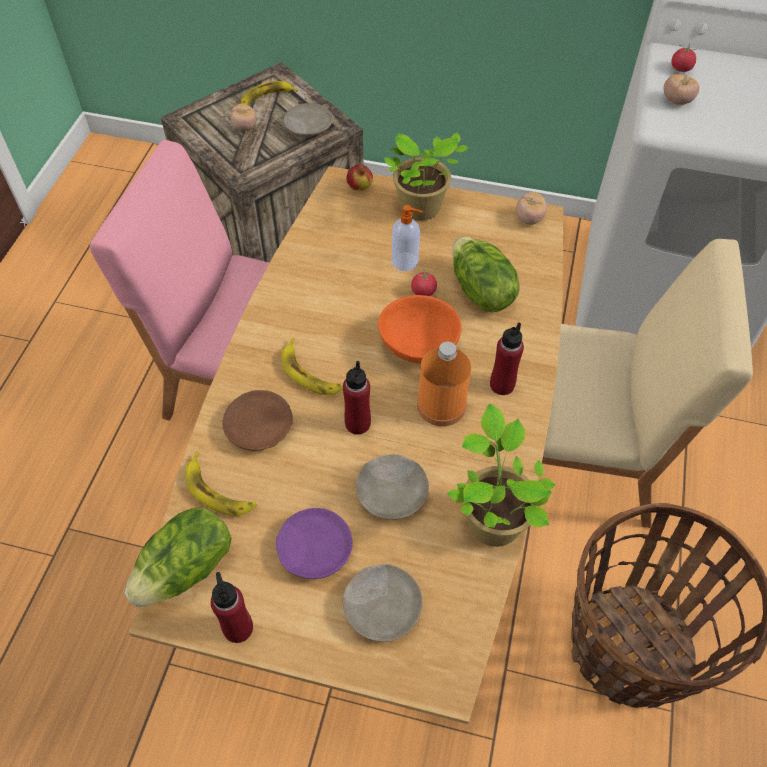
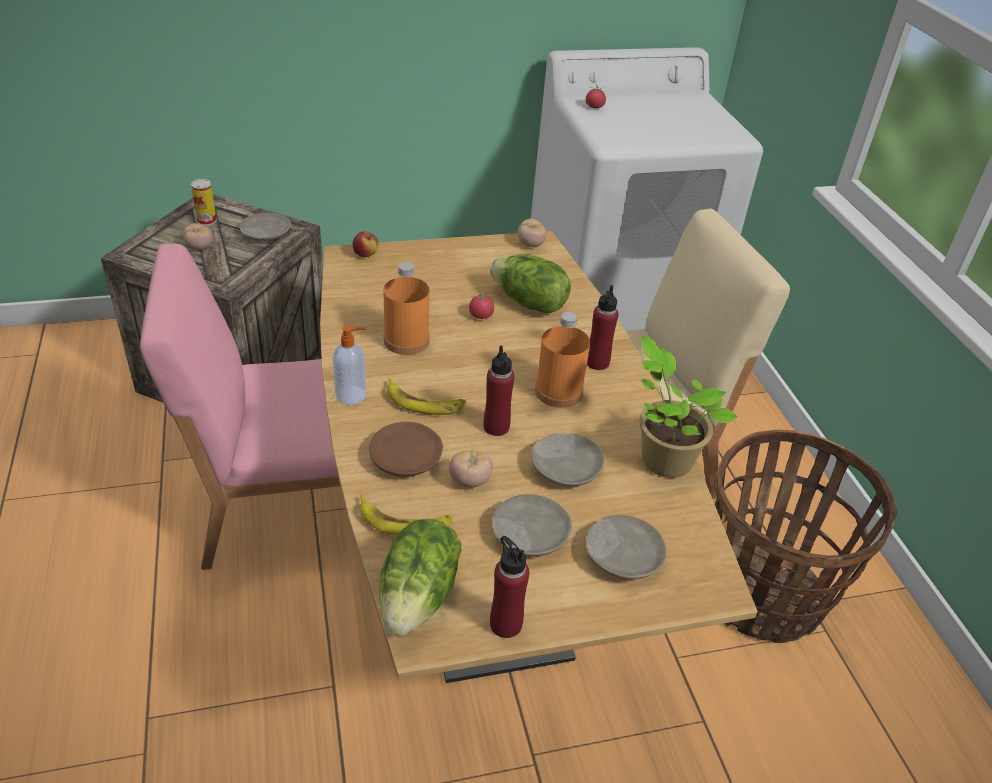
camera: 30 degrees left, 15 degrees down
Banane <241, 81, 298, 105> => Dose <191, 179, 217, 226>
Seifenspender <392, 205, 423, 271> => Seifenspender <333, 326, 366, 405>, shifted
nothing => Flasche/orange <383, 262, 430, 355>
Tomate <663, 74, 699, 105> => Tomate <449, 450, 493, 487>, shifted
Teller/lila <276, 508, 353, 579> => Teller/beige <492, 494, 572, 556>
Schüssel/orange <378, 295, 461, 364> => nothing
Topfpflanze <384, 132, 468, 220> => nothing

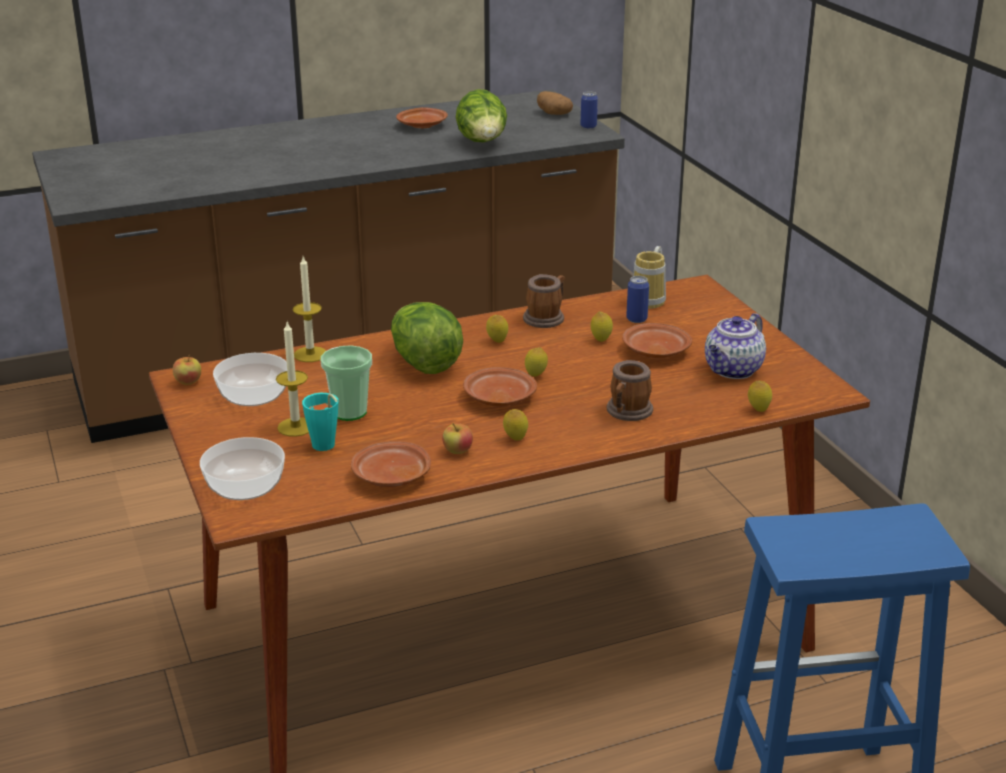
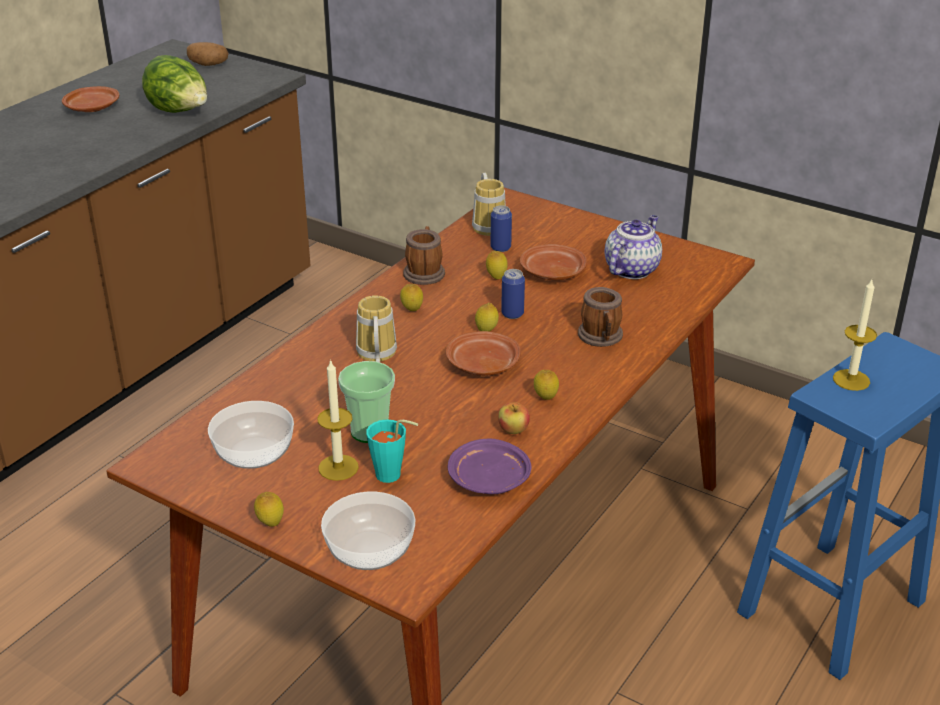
camera: 35 degrees left, 5 degrees up
Zitrone <748, 381, 772, 412> => Zitrone <254, 492, 284, 527>, shifted
Salatkopf <391, 302, 463, 374> => Henkelbecher <356, 295, 397, 362>
Teller/braun <351, 441, 431, 487> => Teller/lila <448, 439, 531, 494>
Dose <581, 91, 598, 129> => Dose <501, 269, 525, 319>, shifted
Teekanne <705, 313, 766, 379> => Teekanne <605, 215, 662, 279>, 150 degrees counterclockwise
Kerze <293, 256, 326, 362> => Kerze <833, 280, 877, 391>, shifted
Apfel <173, 355, 201, 385> => nothing

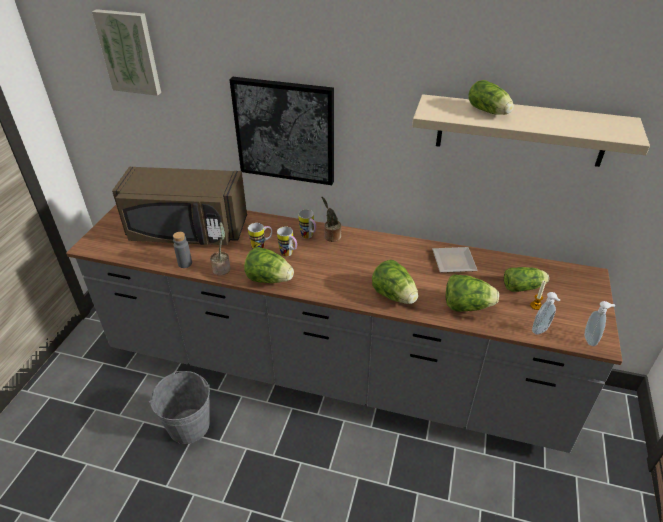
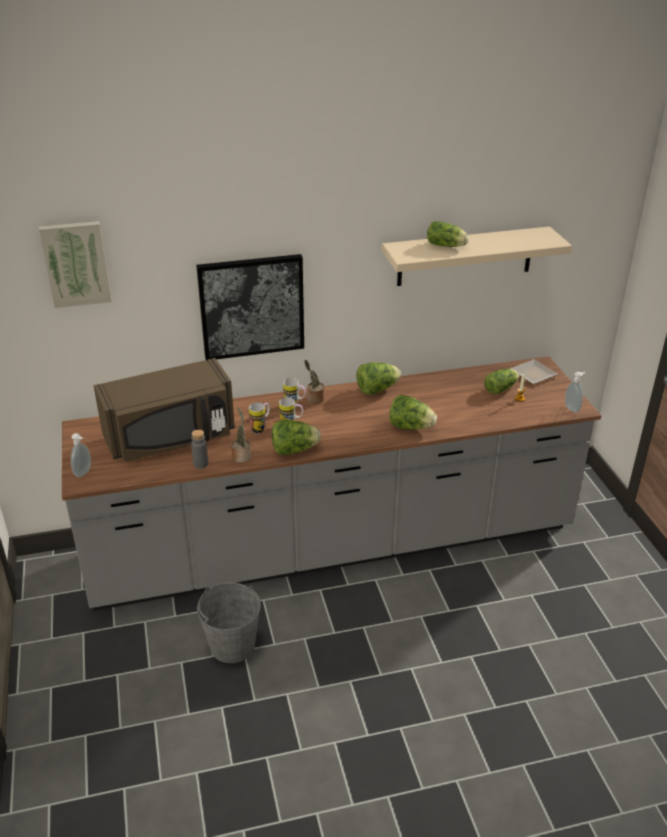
camera: 30 degrees left, 5 degrees down
Seifenspender <532, 292, 560, 335> => Seifenspender <71, 433, 91, 477>, shifted
Salatkopf <446, 274, 499, 312> => Salatkopf <356, 362, 401, 395>, shifted
Teller <432, 247, 478, 273> => Teller <510, 359, 558, 384>, shifted

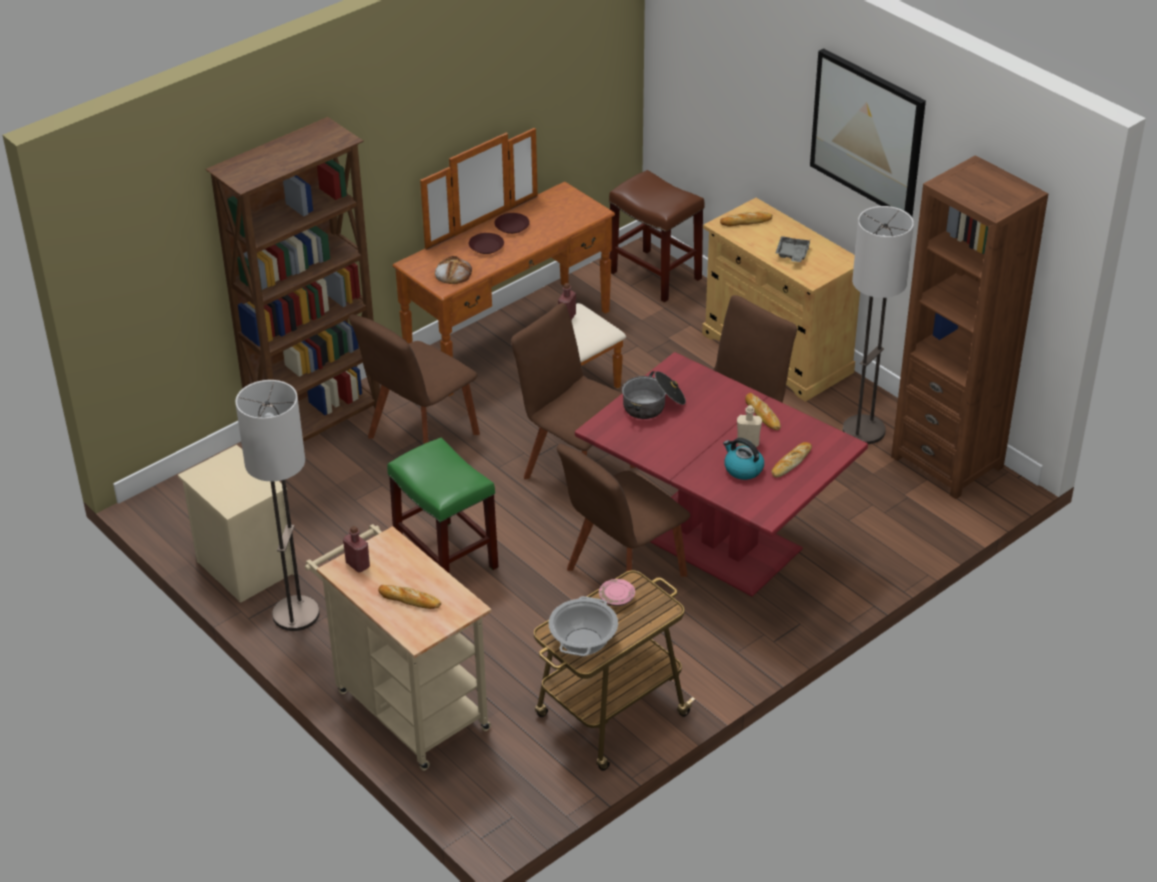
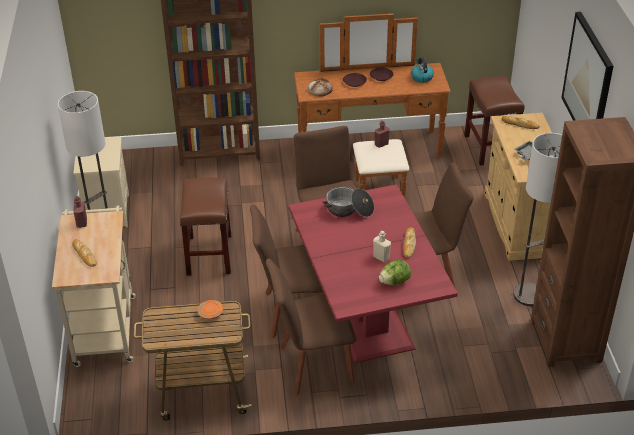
camera: 35 degrees right, 0 degrees up
Hocker/grün <387, 437, 498, 574> => Hocker/braun <180, 178, 231, 276>
Teller/rosa <599, 579, 635, 606> => Teller/orange <198, 300, 223, 319>
Stuhl/braun <349, 314, 480, 444> => Stuhl/braun <266, 258, 356, 396>, shifted
Brot <771, 442, 812, 477> => Salatkopf <379, 260, 411, 285>
Wasserkessel <723, 438, 764, 480> => Wasserkessel <411, 57, 434, 83>, shifted
Kochtopf <549, 596, 618, 656> => nothing

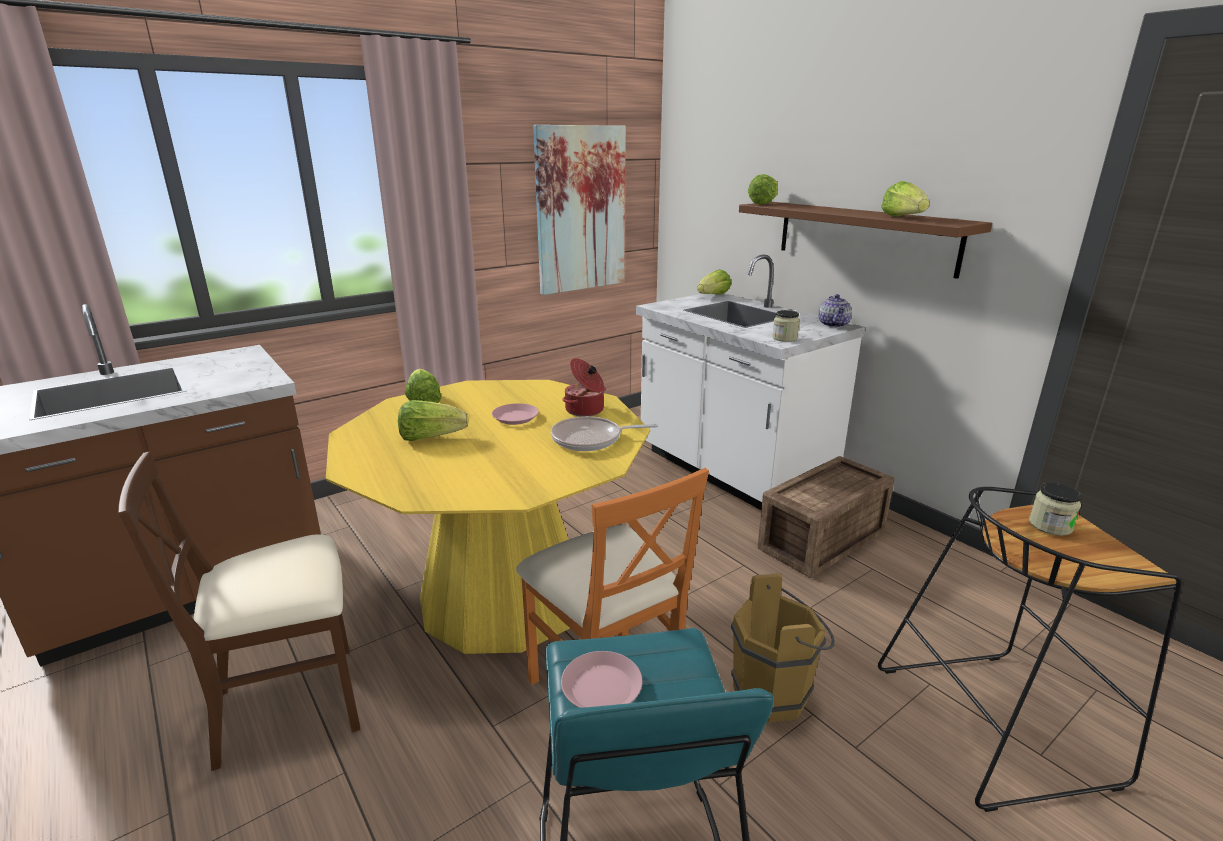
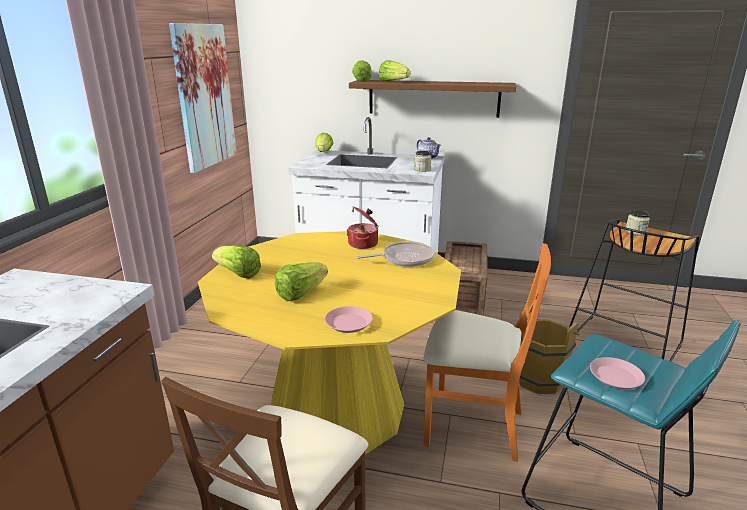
camera: 40 degrees left, 0 degrees up
Teller/rosa <492, 403, 539, 425> => Teller/rosa <325, 306, 373, 333>, shifted
Pfanne <551, 416, 658, 451> => Pfanne <356, 242, 435, 267>, 150 degrees counterclockwise
Salatkopf <881, 181, 929, 217> => Salatkopf <379, 60, 411, 82>, shifted

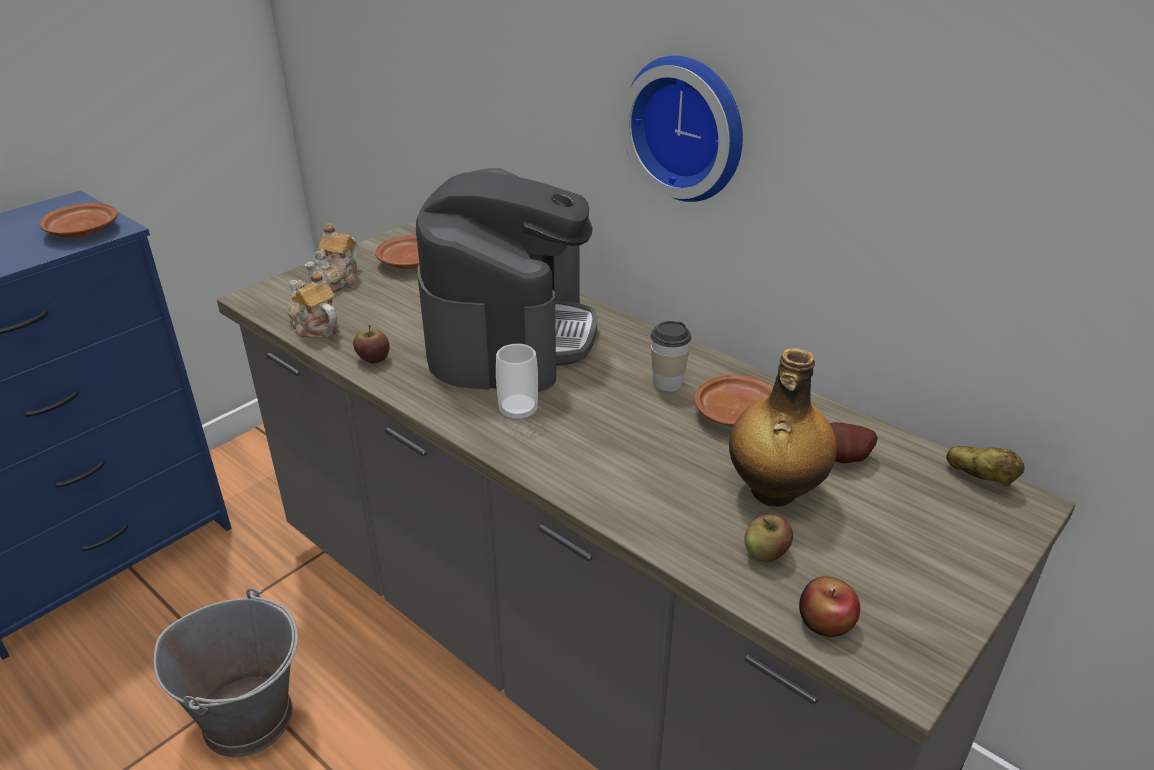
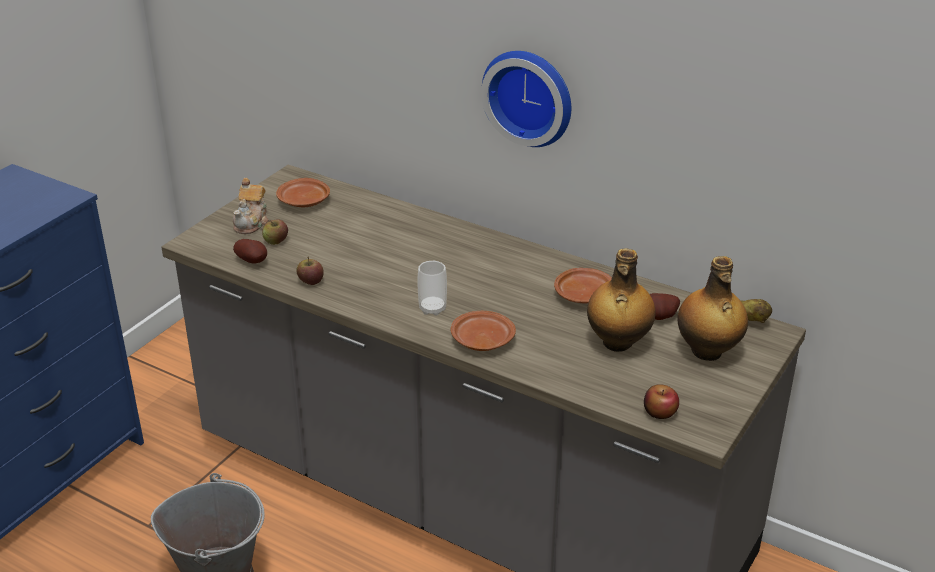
camera: 10 degrees left, 0 degrees up
Teekanne <287, 271, 339, 339> => Kartoffel <233, 239, 267, 264>
Apfel <744, 514, 793, 562> => Apfel <262, 219, 288, 245>, shifted
Teller/braun <39, 203, 118, 238> => Teller/braun <451, 311, 516, 351>, shifted
nothing => Flasche <677, 256, 748, 361>
Kaffeemaschine <416, 168, 597, 392> => nothing
Tasse <651, 321, 691, 392> => nothing

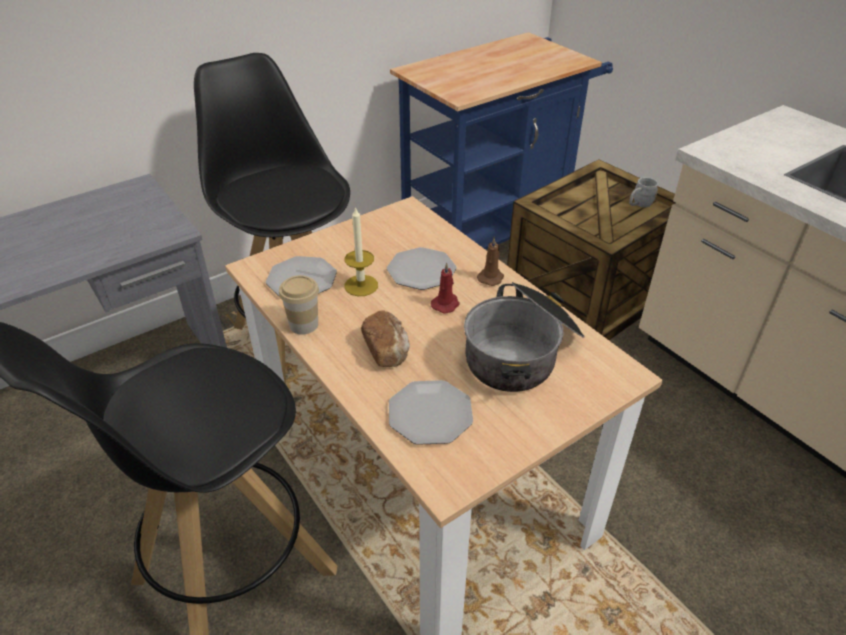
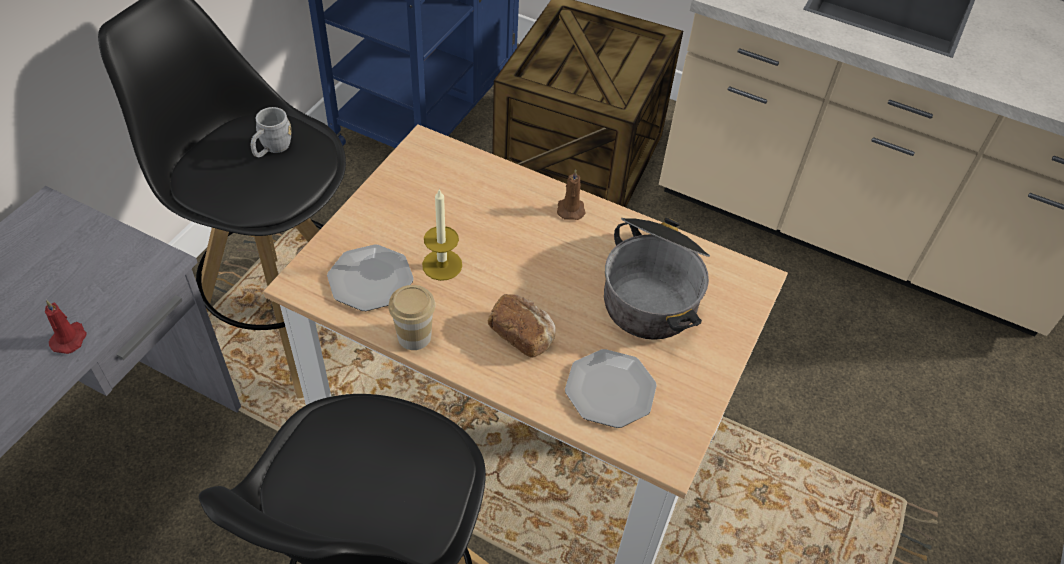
camera: 30 degrees left, 10 degrees up
Kerze/rot <431, 263, 460, 314> => Kerze/rot <45, 300, 87, 354>, shifted
Henkelbecher/grau <629, 177, 658, 207> => Henkelbecher/grau <251, 107, 291, 157>, shifted
Teller <387, 247, 457, 290> => nothing

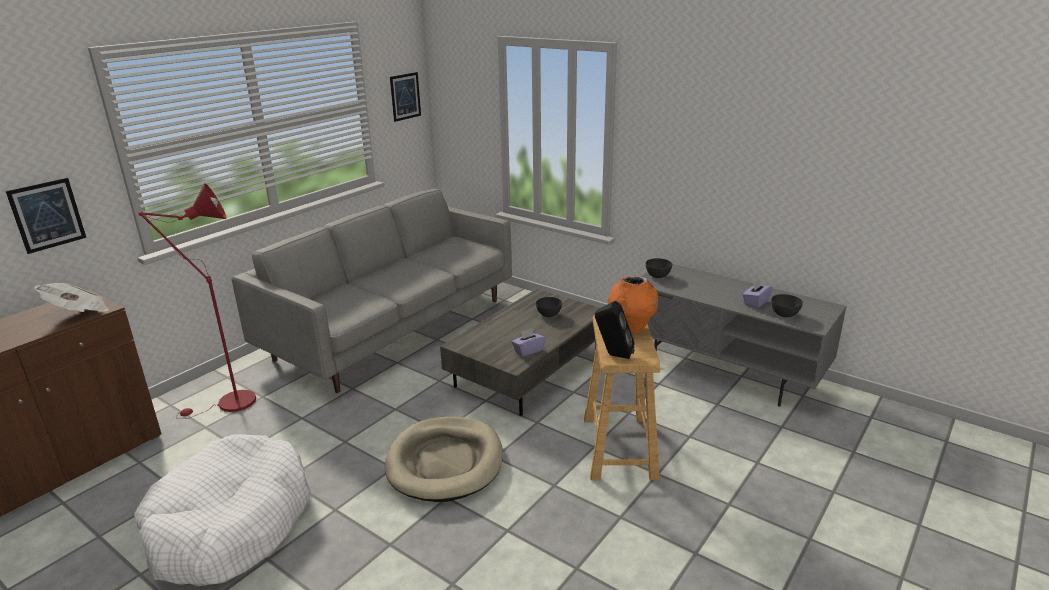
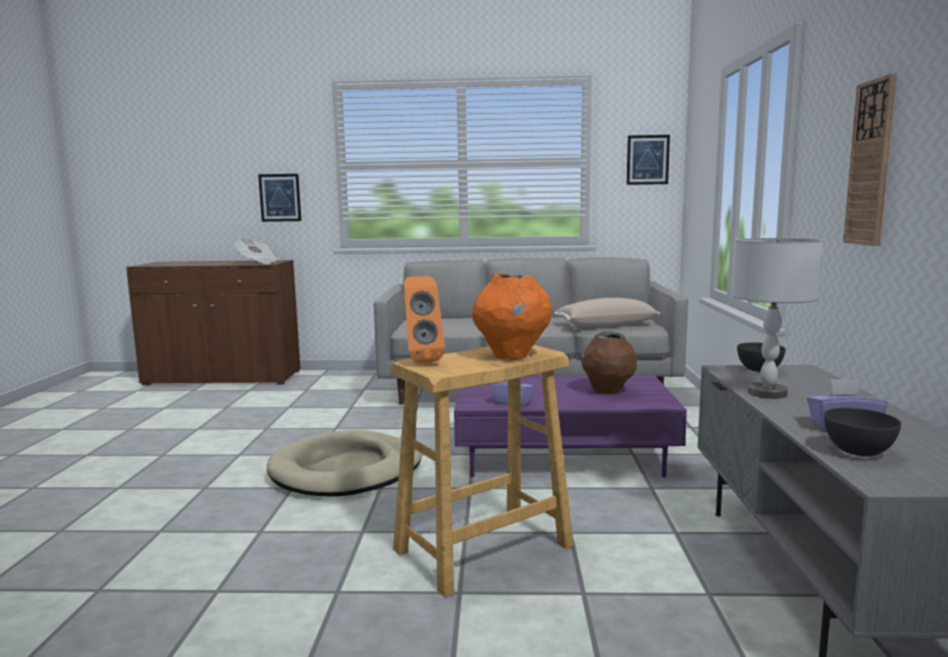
camera: 55 degrees right, 15 degrees down
Lautsprecher/schwarz <595, 301, 634, 359> => Lautsprecher/orange <404, 276, 445, 363>
Couchtisch/grau <440, 289, 600, 416> => Couchtisch/lila <454, 375, 687, 477>
nothing => Kissen/beige <554, 298, 660, 327>
Schüssel/grau <536, 297, 562, 317> => Vase/braun <581, 332, 637, 393>
nothing => Tischlampe/grau <732, 238, 823, 399>
nothing => Wanduhr <843, 73, 897, 246>
Hundebett/weiß <134, 435, 310, 586> => nothing
Stehlampe/rot <139, 183, 256, 419> => nothing

